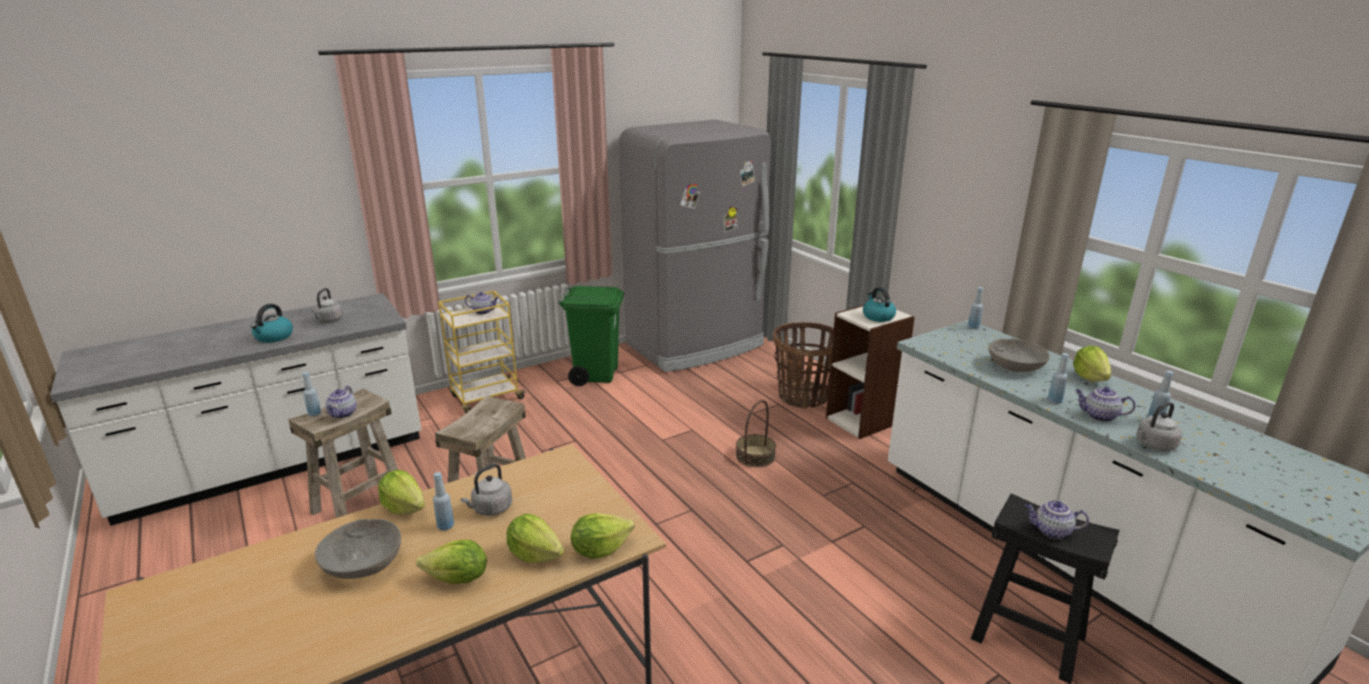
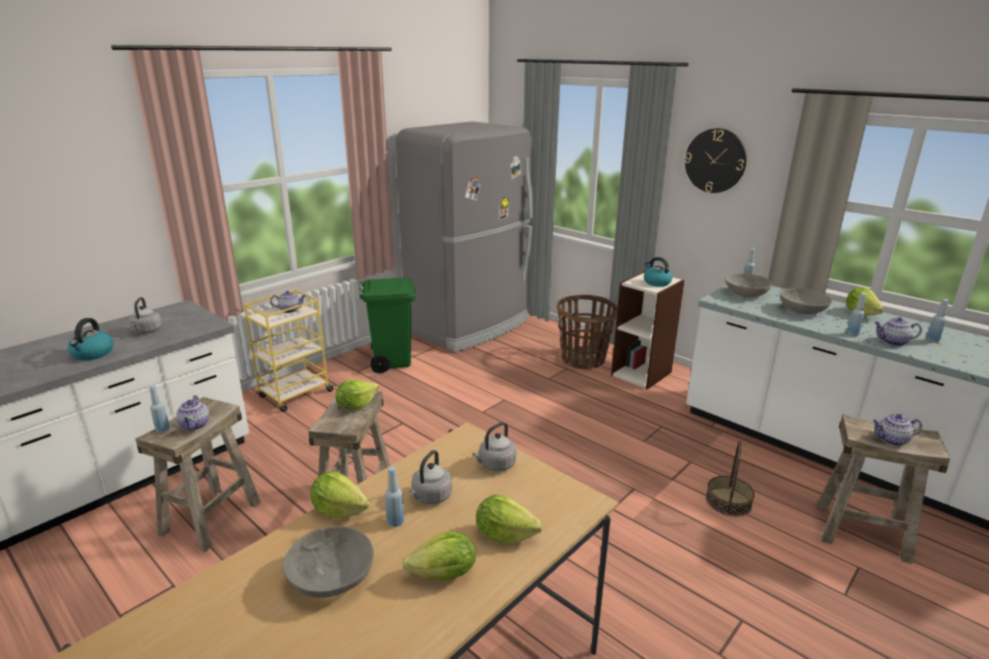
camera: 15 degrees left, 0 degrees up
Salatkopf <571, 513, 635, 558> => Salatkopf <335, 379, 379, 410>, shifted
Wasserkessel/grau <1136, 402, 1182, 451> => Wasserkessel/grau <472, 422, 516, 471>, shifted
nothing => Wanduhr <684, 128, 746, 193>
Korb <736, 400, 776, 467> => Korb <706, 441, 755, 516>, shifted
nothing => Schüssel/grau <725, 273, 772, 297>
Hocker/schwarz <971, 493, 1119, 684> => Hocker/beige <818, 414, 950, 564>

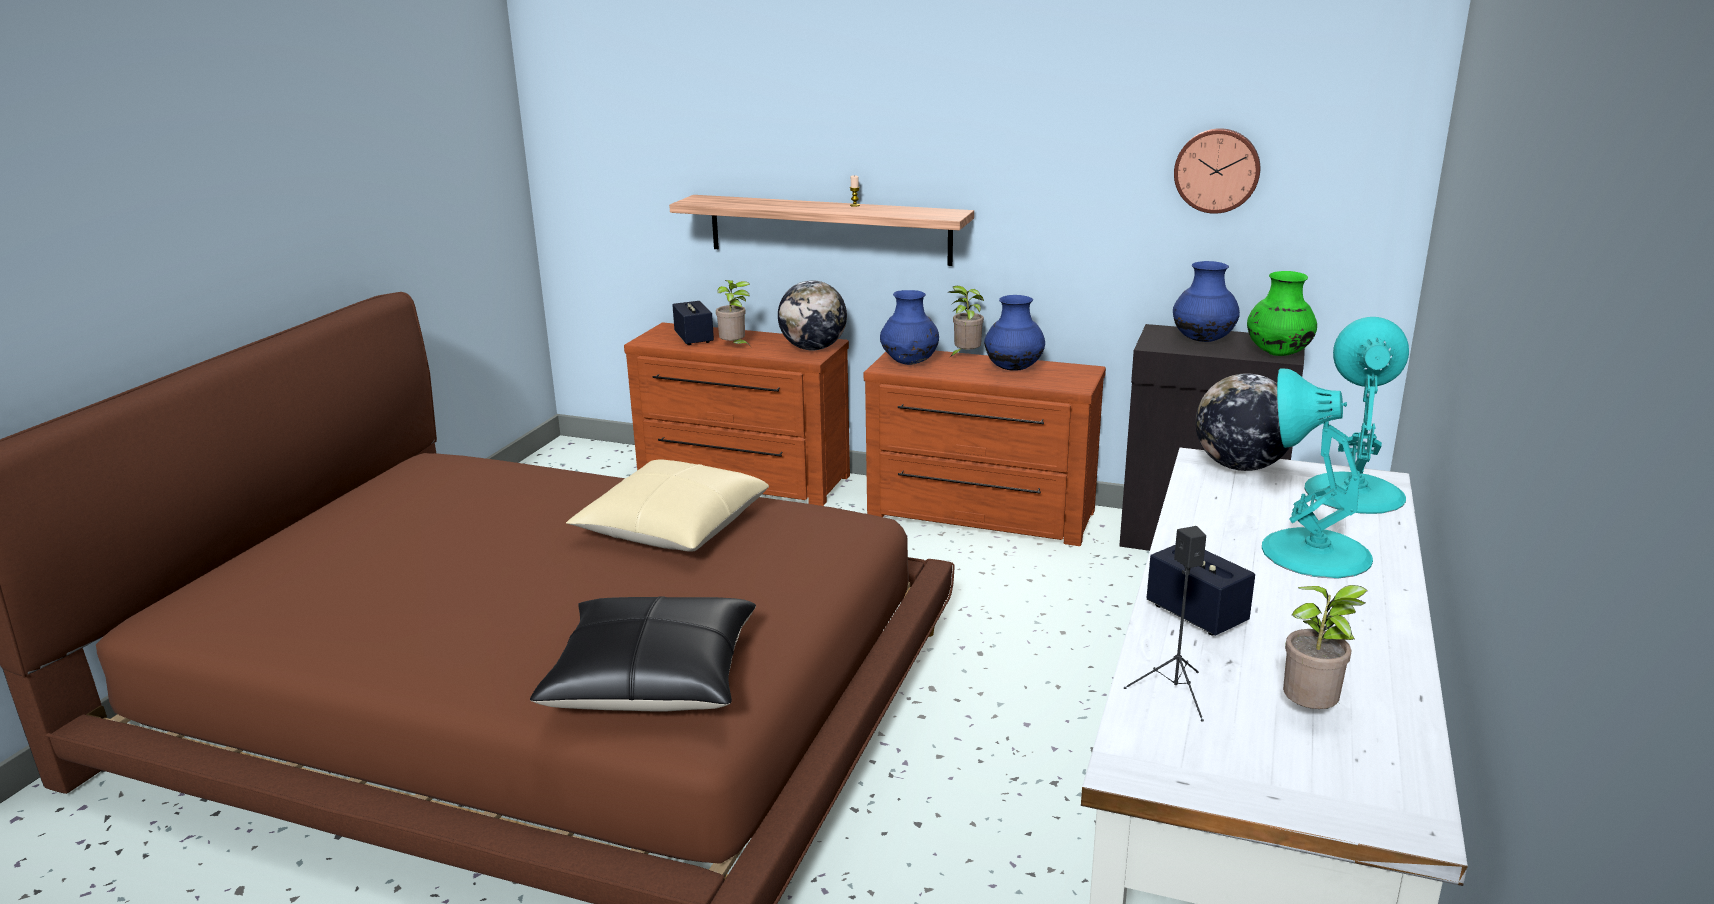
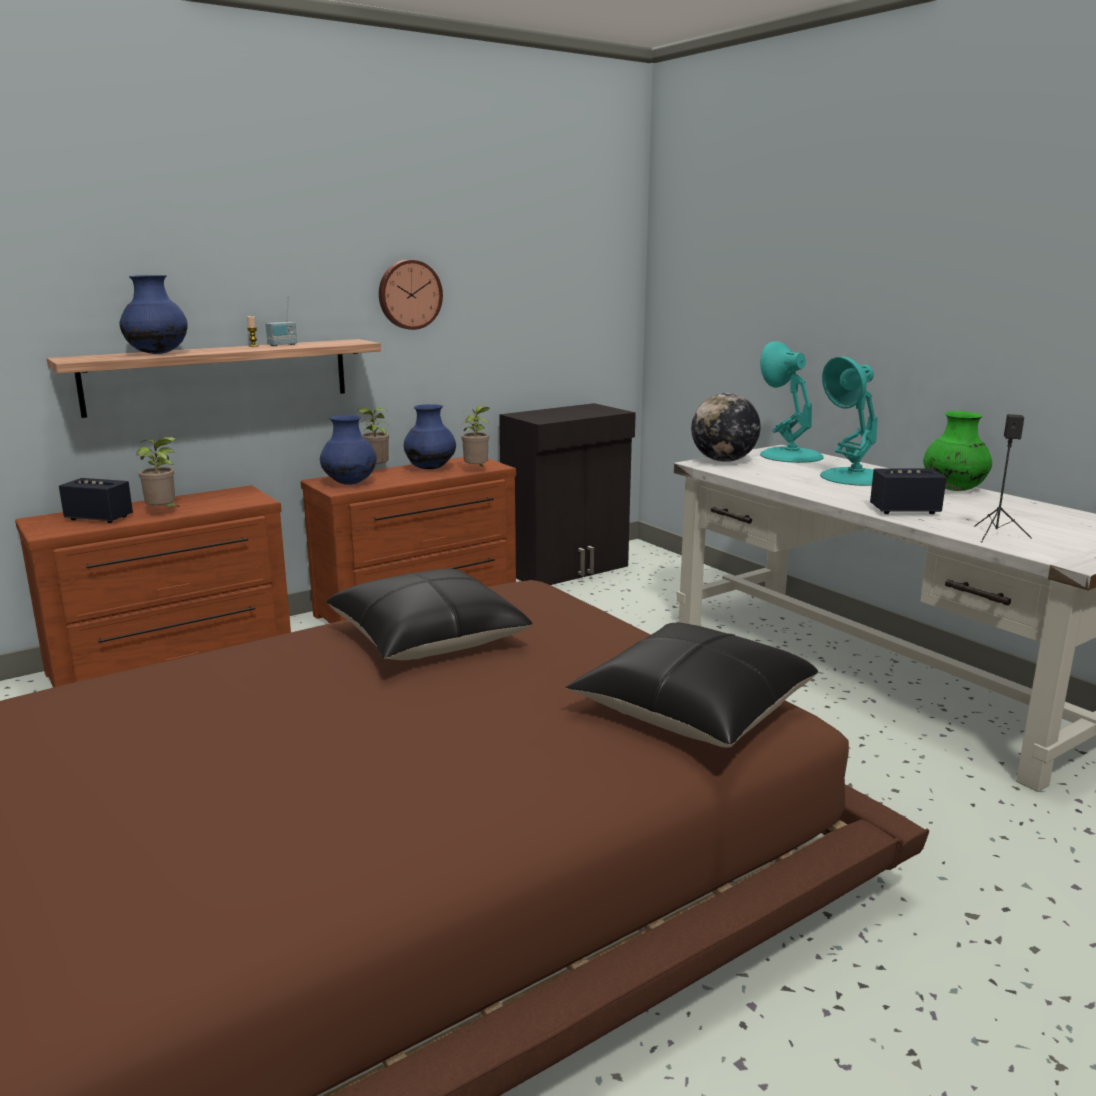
camera: 55 degrees left, 5 degrees down
Vase/blau <1173, 261, 1240, 342> => Vase/blau <119, 275, 188, 354>, shifted
nothing => Radio <266, 296, 297, 346>
Kissen/beige <566, 459, 769, 552> => Kissen/schwarz <326, 568, 533, 660>
Wanduhr <1174, 128, 1260, 214> => Wanduhr <379, 260, 443, 330>, shifted
Topfpflanze <1283, 585, 1368, 709> => Topfpflanze <460, 406, 490, 467>, shifted
Vase/grün <1247, 271, 1317, 356> => Vase/grün <923, 411, 992, 491>, shifted
Globus <778, 280, 847, 350> => nothing

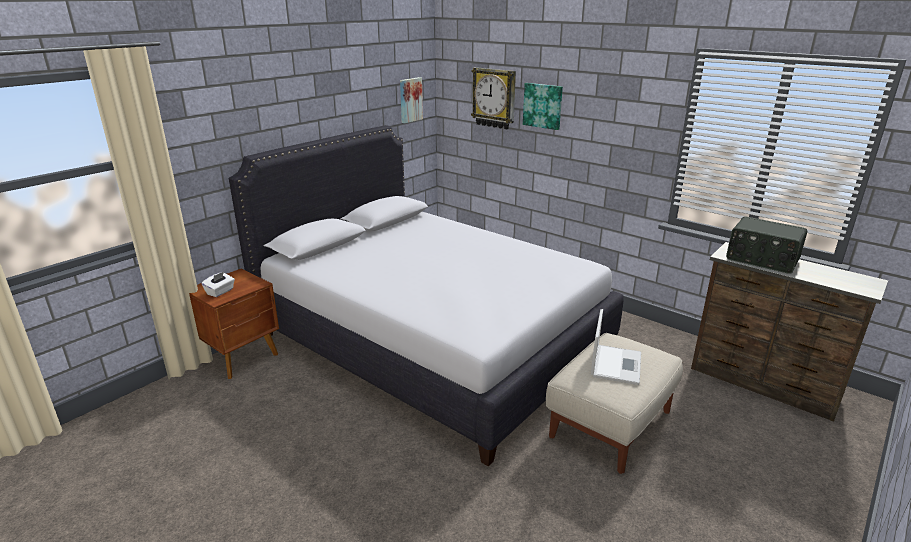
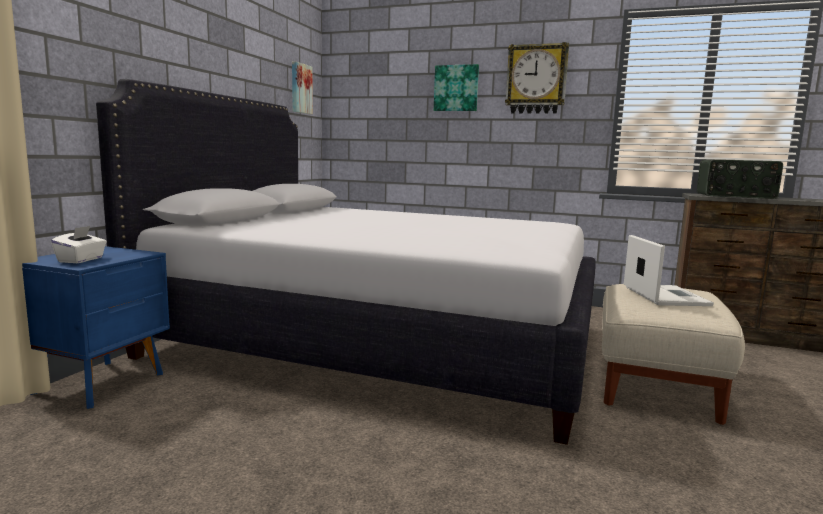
camera: 20 degrees left, 15 degrees down
Nachttisch/braun <189, 269, 279, 379> => Nachttisch/blau <22, 246, 170, 409>
Wanduhr <471, 67, 516, 129> => Wanduhr <505, 42, 569, 114>, shifted

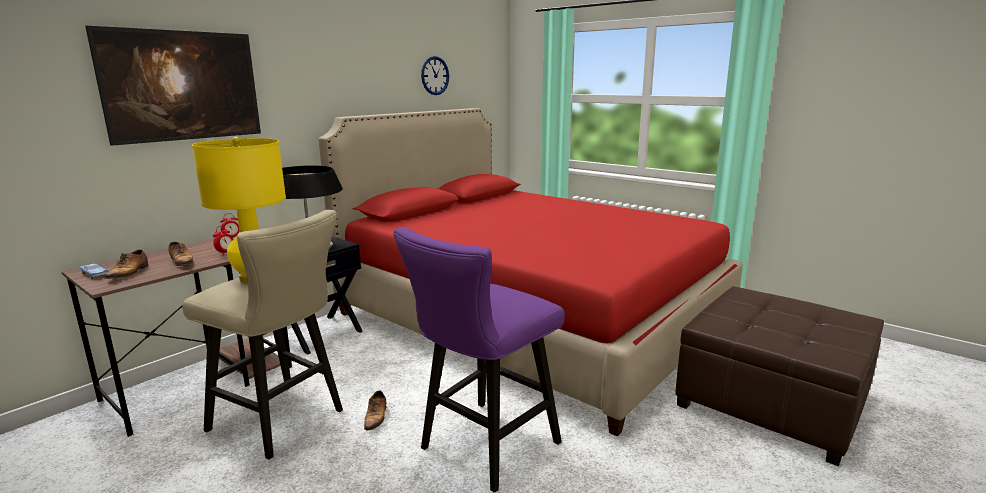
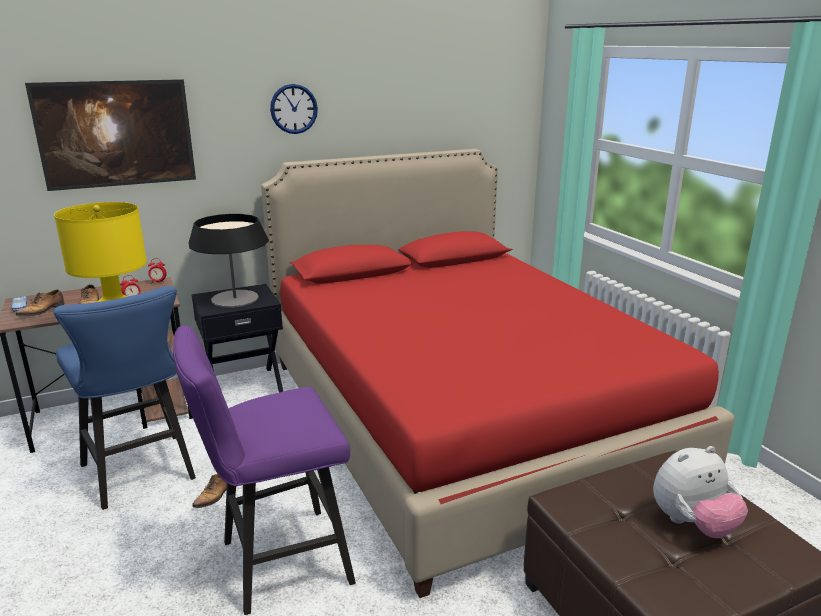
camera: 25 degrees right, 5 degrees up
Hocker/beige <182, 210, 343, 459> => Hocker/blau <54, 286, 196, 510>
Wanduhr <421, 56, 449, 95> => Wanduhr <270, 84, 318, 134>, shifted
nothing => Plüschtier <653, 446, 748, 538>

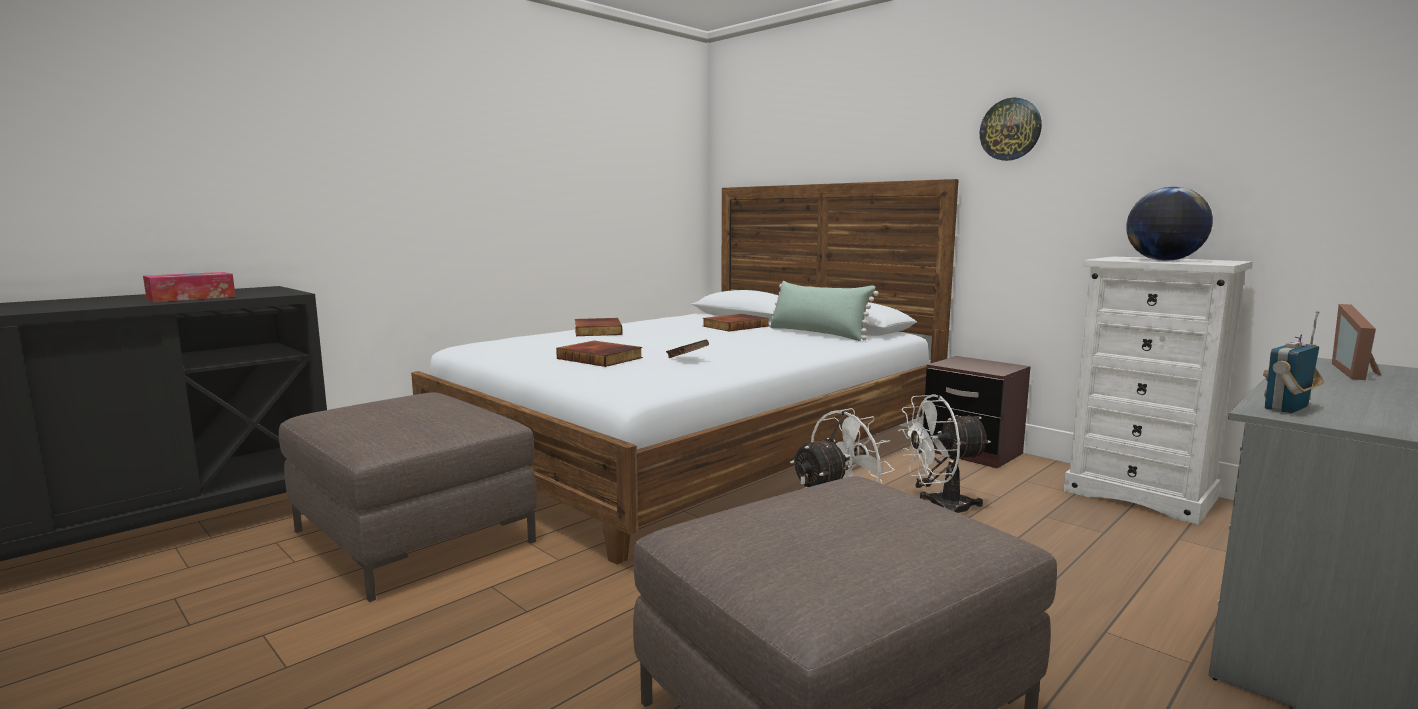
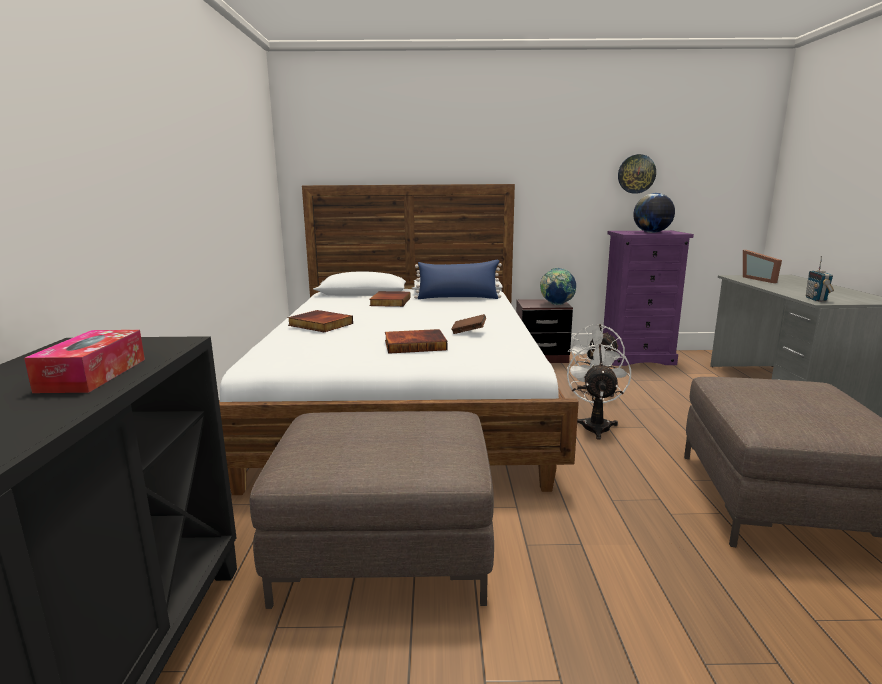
camera: 45 degrees left, 5 degrees up
Kissen/grün <768, 281, 879, 341> => Kissen/blau <414, 260, 502, 299>
nothing => Globus <540, 268, 576, 305>
Kommode/weiß <1064, 256, 1253, 525> => Kommode/lila <603, 230, 694, 366>
Wanduhr <980, 97, 1042, 161> => Wanduhr <618, 154, 656, 194>, shifted

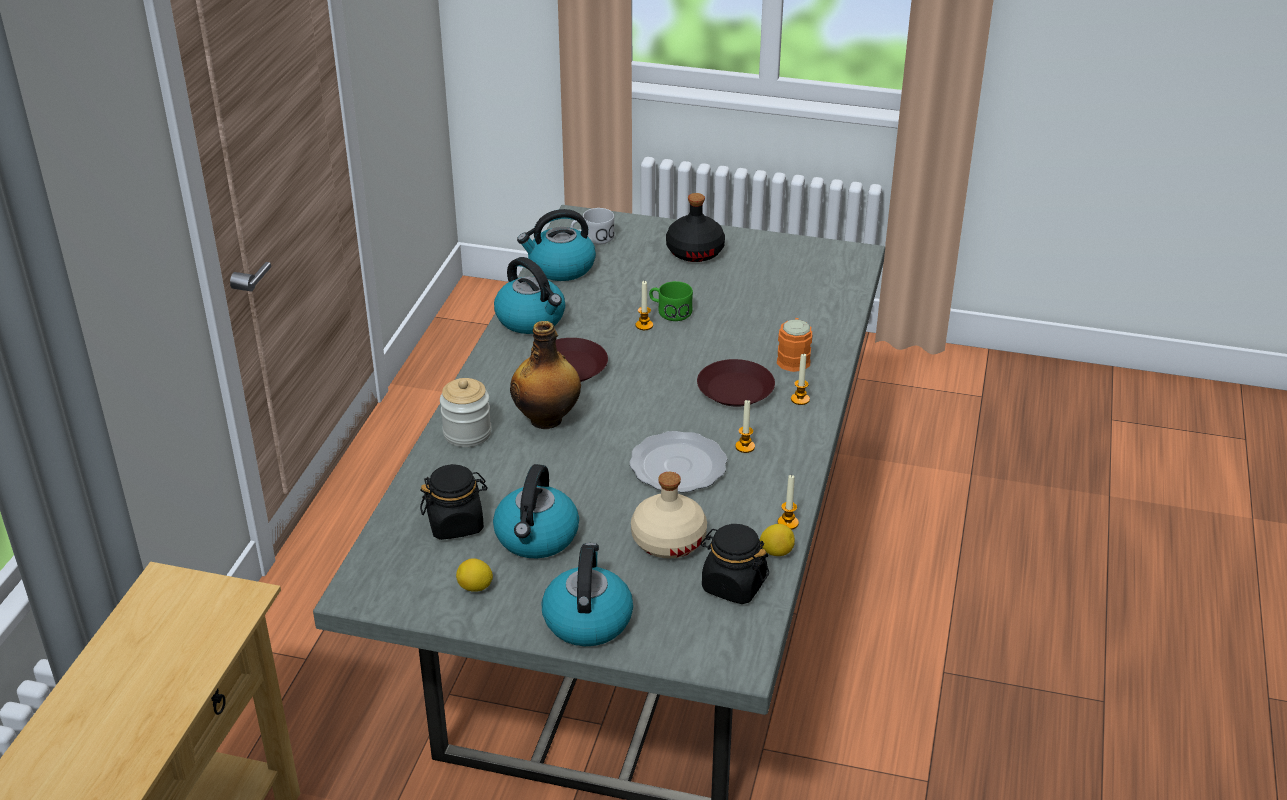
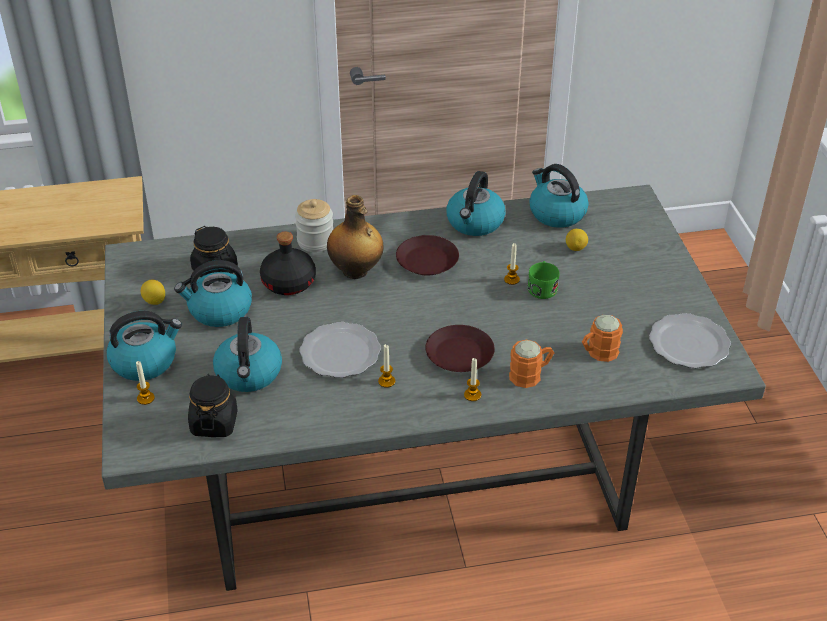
camera: 65 degrees right, 5 degrees up
Kerze <778, 474, 799, 530> => Kerze <136, 361, 155, 405>, shifted
Flasche/beige <631, 472, 707, 559> => Wasserkessel <213, 317, 282, 392>
Flasche/schwarz <666, 193, 725, 262> => Flasche/schwarz <260, 232, 316, 295>, shifted
Zitrone <760, 524, 795, 556> => Zitrone <566, 229, 588, 251>, shifted
nothing => Henkelbecher/orange <582, 315, 623, 362>
nothing => Teller <649, 313, 731, 368>
Henkelbecher/weiß <571, 208, 615, 244> => nothing

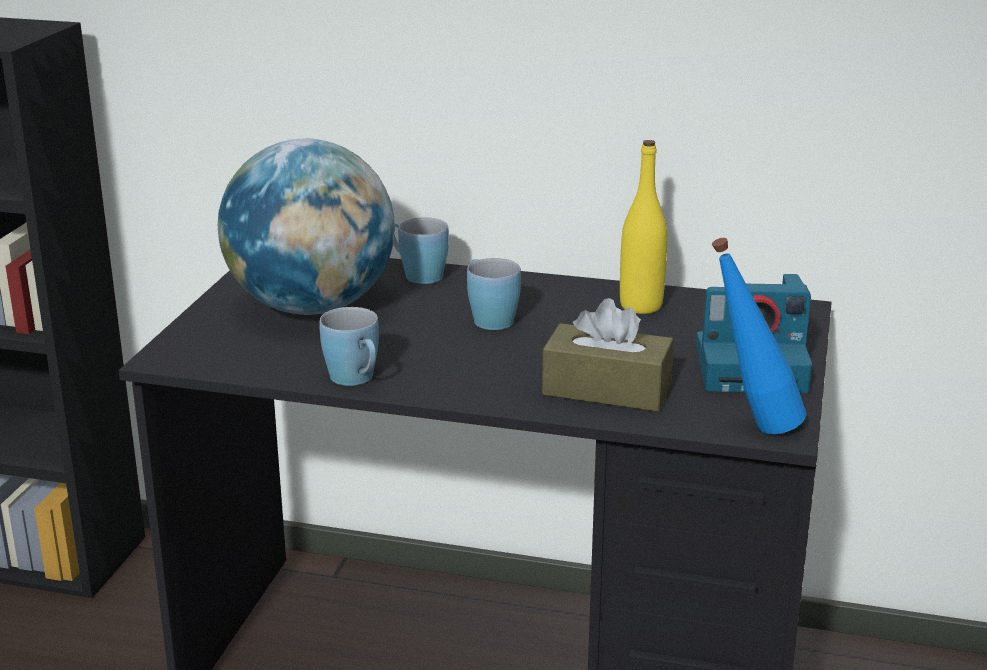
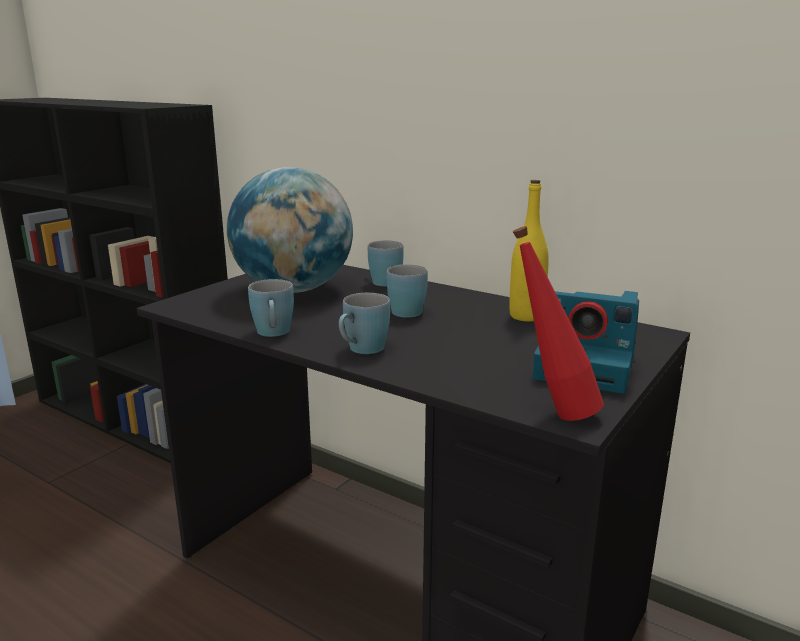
camera: 20 degrees right, 5 degrees down
nothing => Henkelbecher/blau <339, 293, 390, 354>
Flasche/blau <712, 238, 807, 434> => Flasche/rot <513, 226, 604, 421>
Taschentuchbox/braun <542, 298, 674, 412> => nothing

